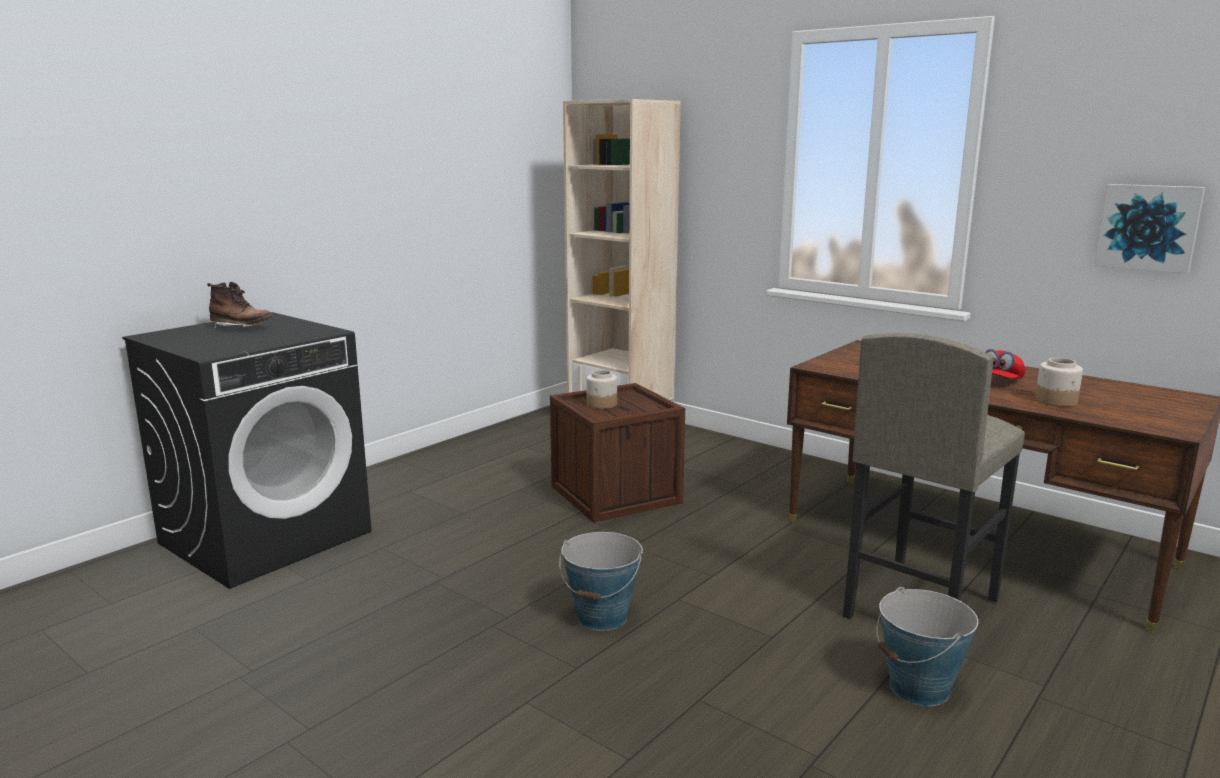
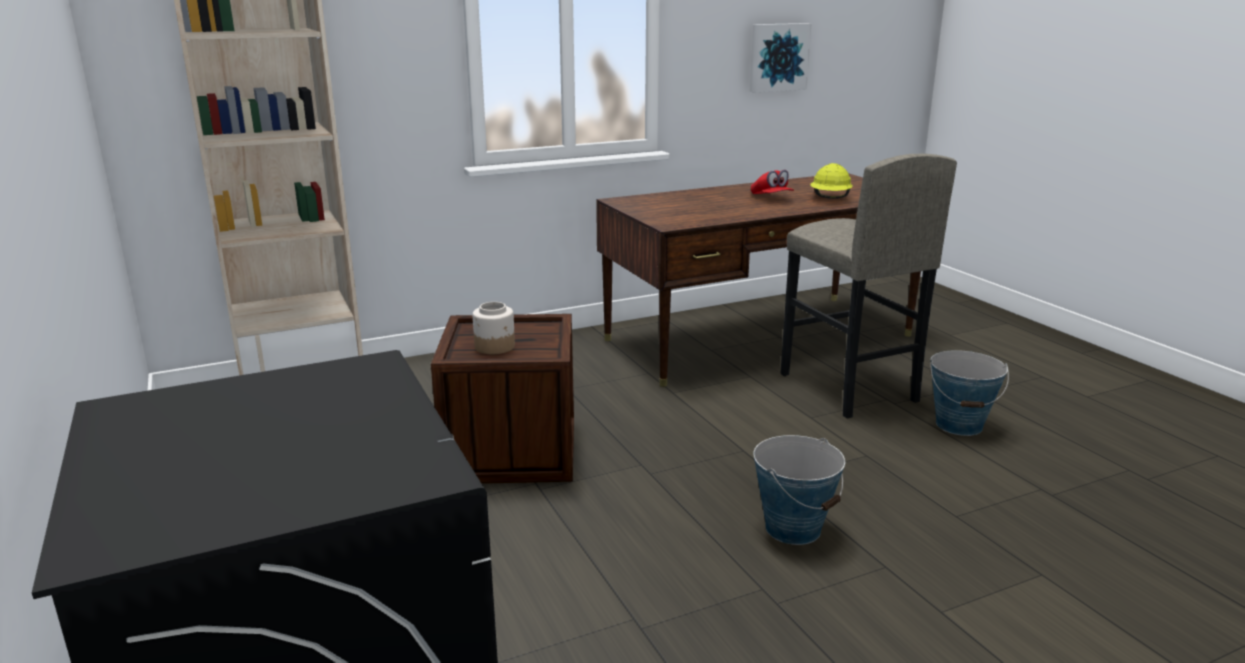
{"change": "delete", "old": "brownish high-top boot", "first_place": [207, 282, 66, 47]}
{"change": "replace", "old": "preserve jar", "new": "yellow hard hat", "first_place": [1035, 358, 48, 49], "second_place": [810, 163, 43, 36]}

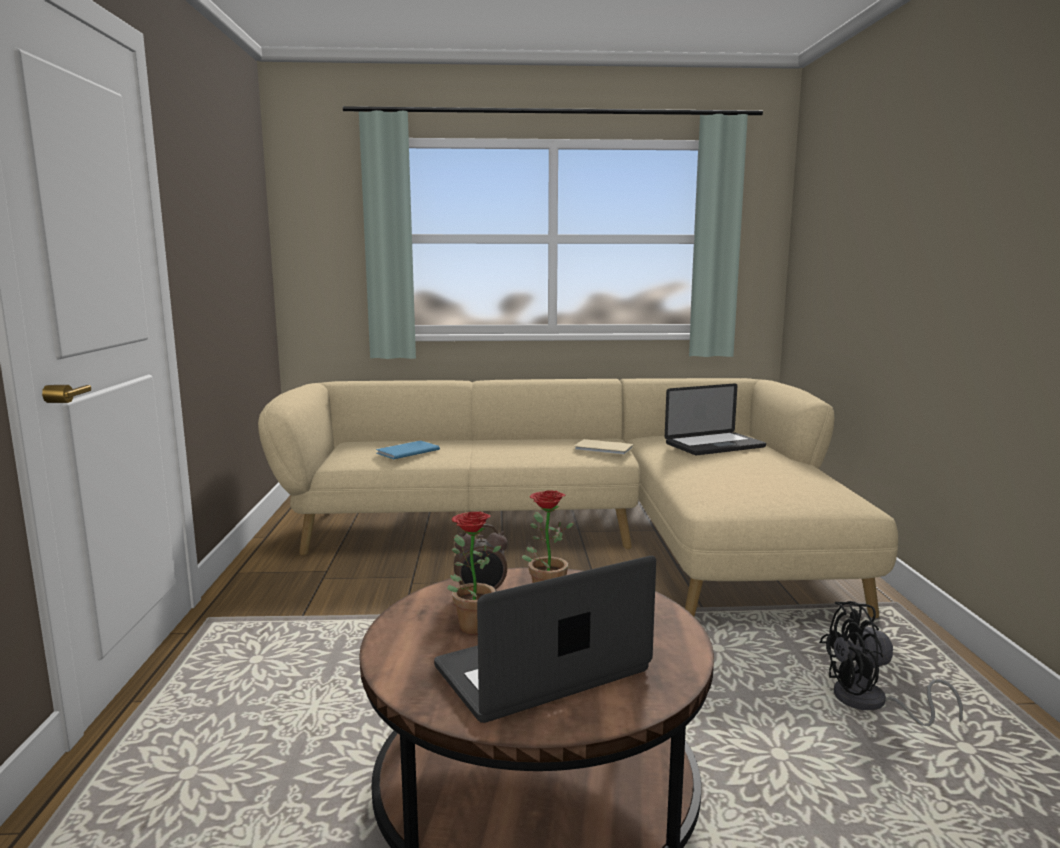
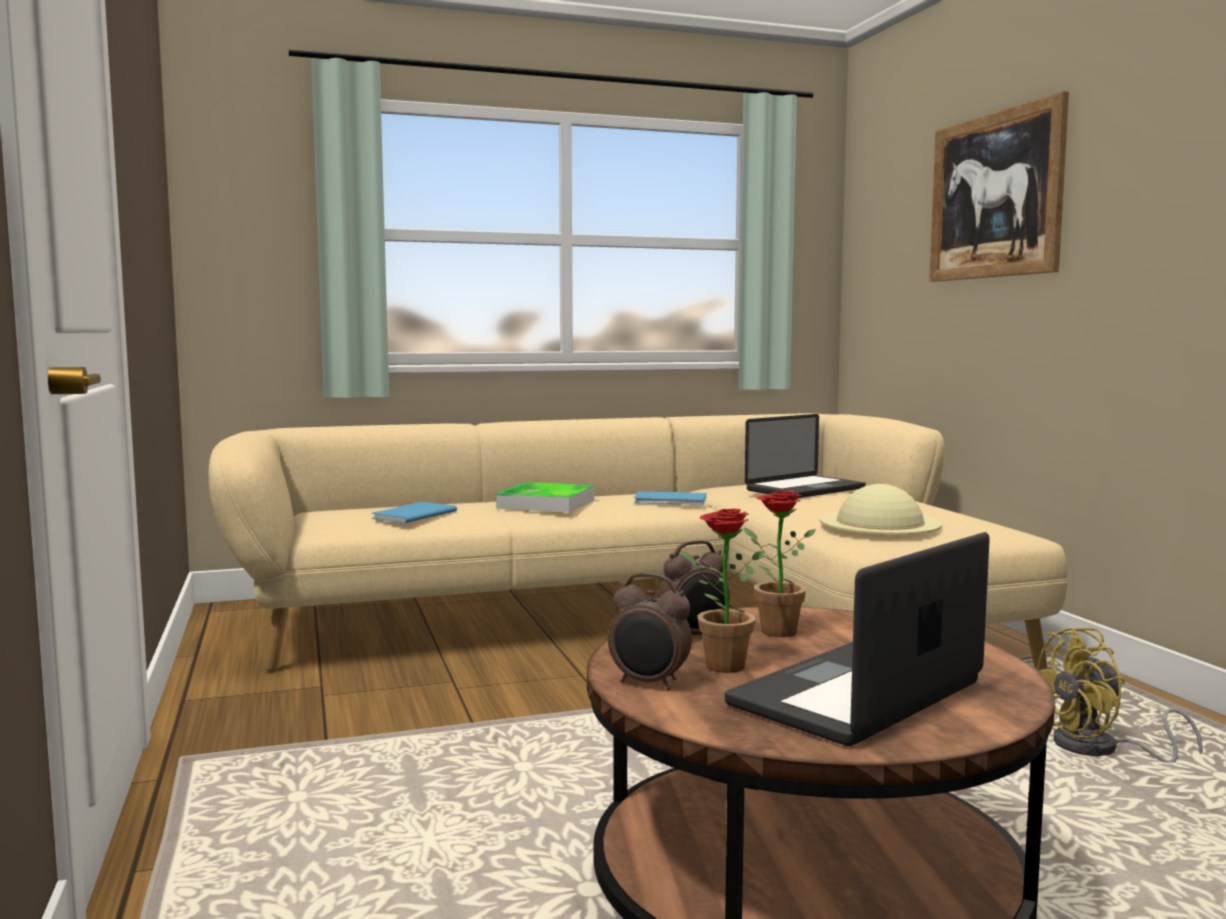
{"change": "insert", "new": "carrying tray", "second_place": [496, 482, 99, 31]}
{"change": "insert", "new": "alarm clock", "second_place": [608, 573, 84, 117]}
{"change": "insert", "new": "beige clothing hat", "second_place": [820, 484, 122, 51]}
{"change": "insert", "new": "picture", "second_place": [929, 91, 140, 191]}
{"change": "recolor", "old": "beige volume", "new": "blue volume", "first_place": [574, 439, 60, 16], "second_place": [634, 491, 72, 14]}
{"change": "recolor", "old": "black-coloured electric fan", "new": "yellow electric fan", "first_place": [819, 601, 144, 125], "second_place": [1036, 628, 167, 135]}

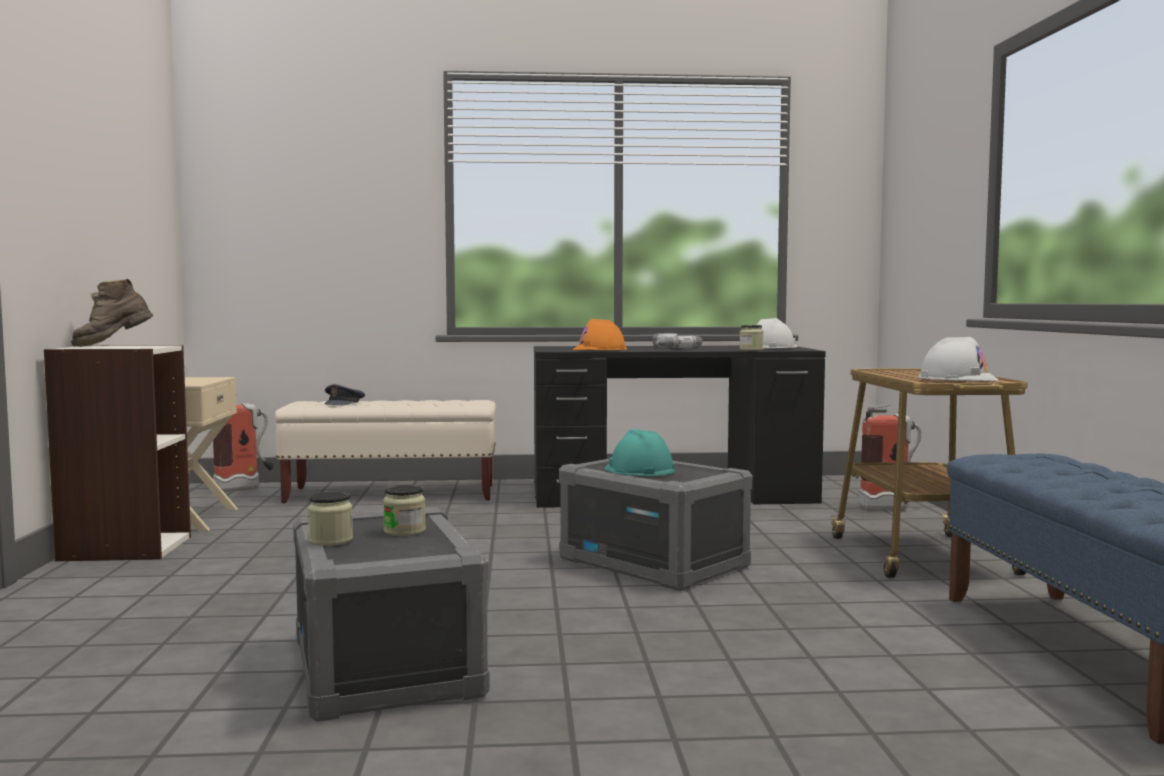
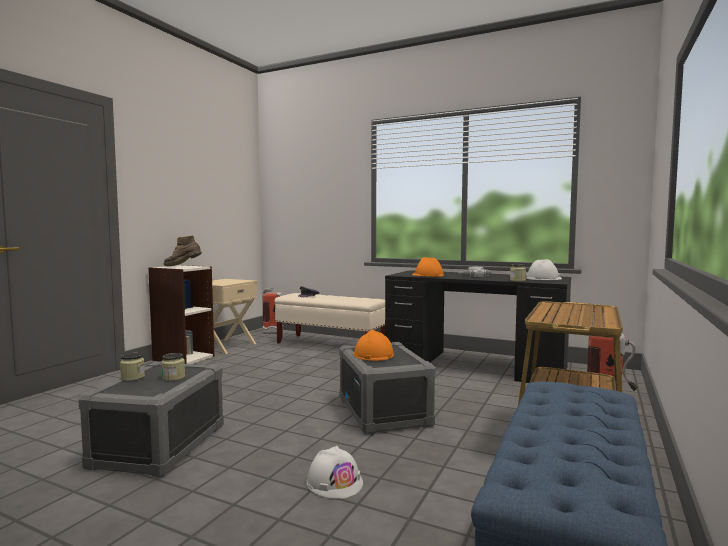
{"change": "move", "old": "whitish hard hat", "first_place": [918, 337, 81, 44], "second_place": [306, 446, 57, 53]}
{"change": "recolor", "old": "blue-green hard hat", "new": "orange hard hat", "first_place": [604, 429, 71, 47], "second_place": [353, 330, 41, 31]}

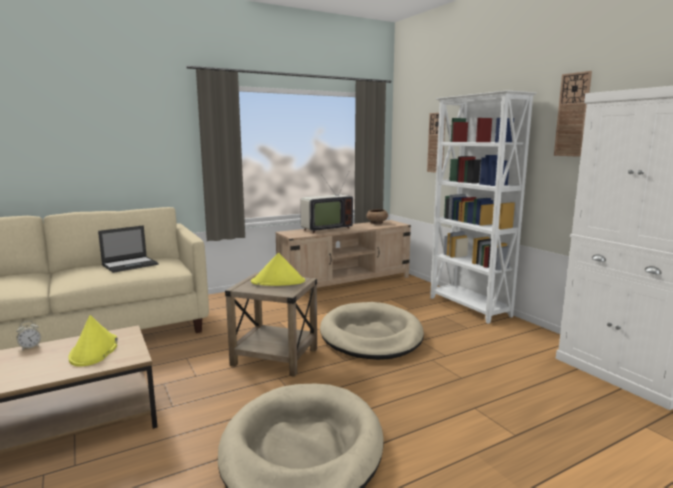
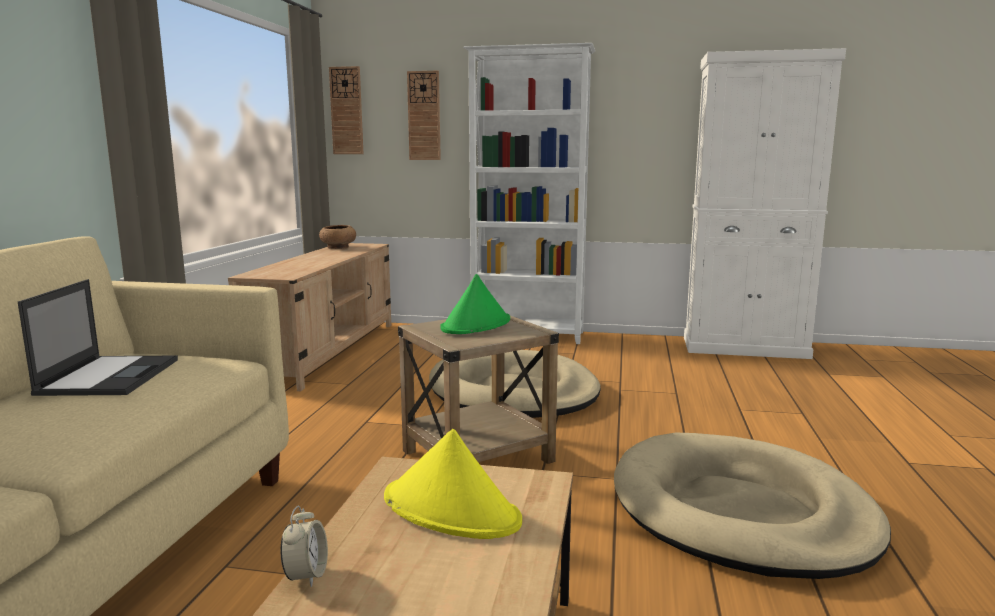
{"change": "delete", "old": "television", "first_place": [300, 172, 53, 61]}
{"change": "move", "old": "wall clock", "first_place": [554, 71, 38, 86], "second_place": [329, 66, 34, 88]}
{"change": "recolor", "old": "yellow clothing hat", "new": "greenish clothing hat", "first_place": [251, 253, 54, 33], "second_place": [440, 274, 70, 60]}

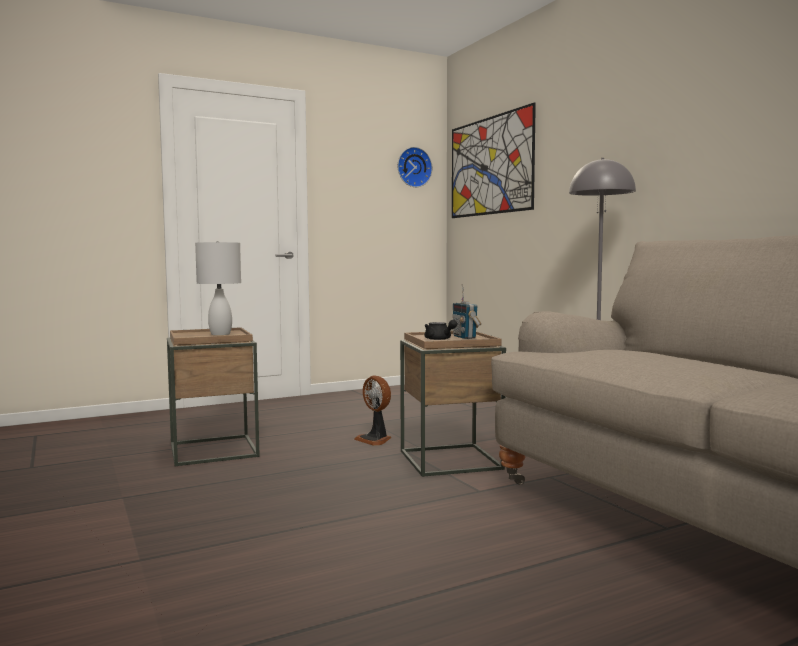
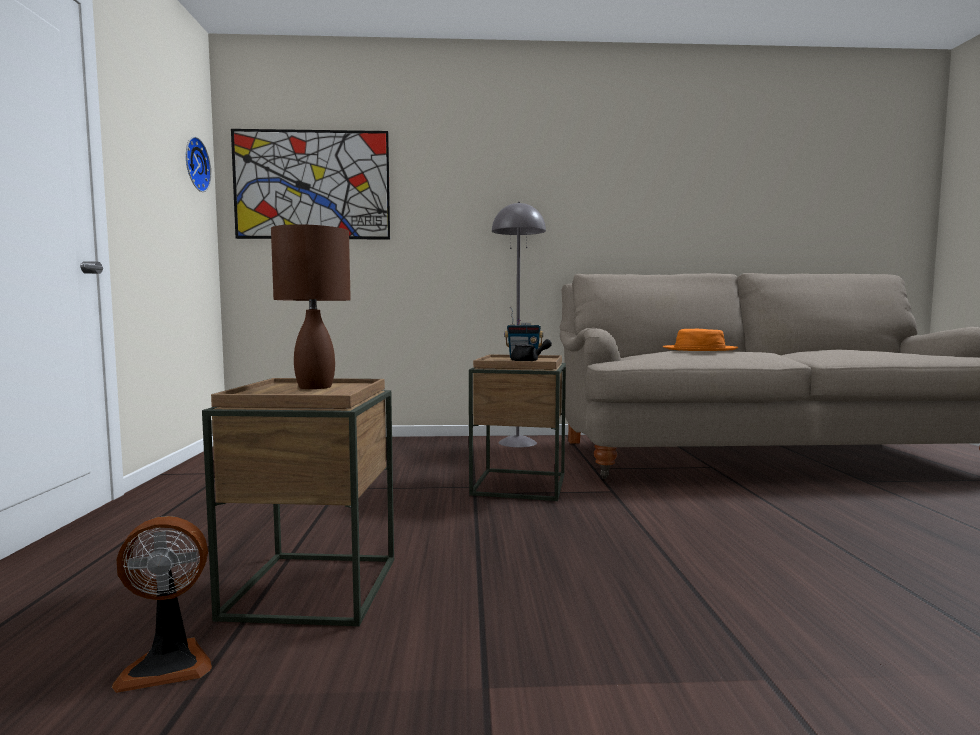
{"change": "insert", "new": "orange clothing hat", "second_place": [663, 329, 75, 22]}
{"change": "move", "old": "electric fan", "first_place": [354, 375, 37, 71], "second_place": [112, 516, 100, 177]}
{"change": "recolor", "old": "whitish tabletop lamp", "new": "brownish tabletop lamp", "first_place": [195, 241, 46, 94], "second_place": [271, 224, 80, 165]}

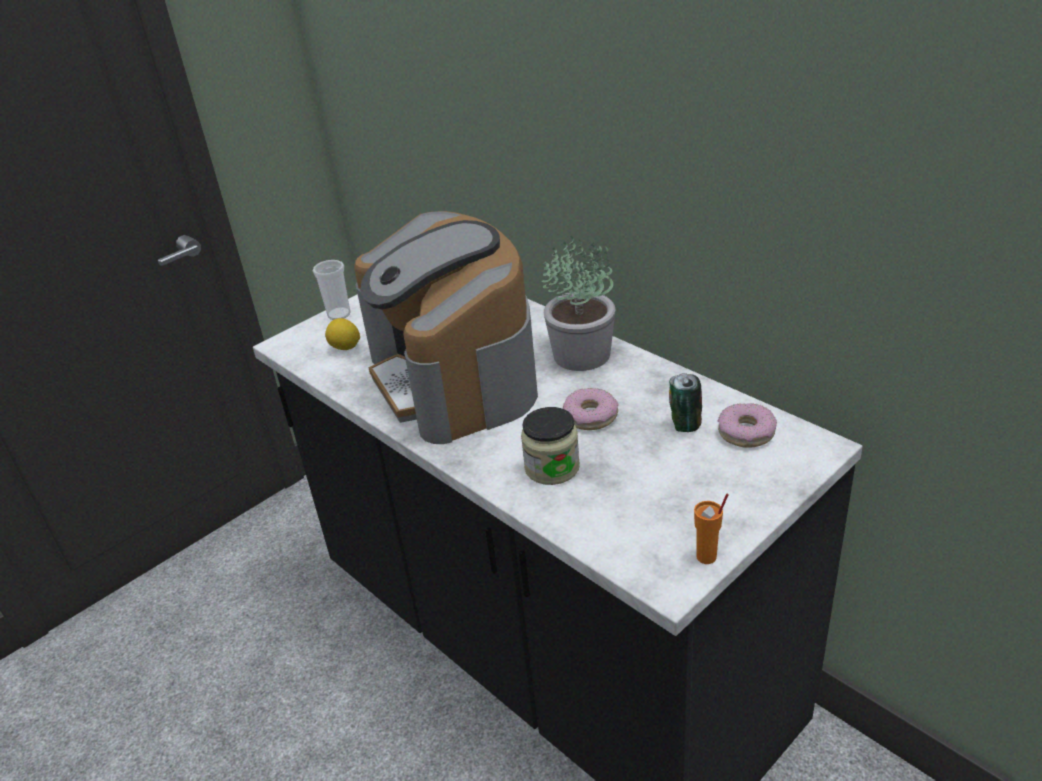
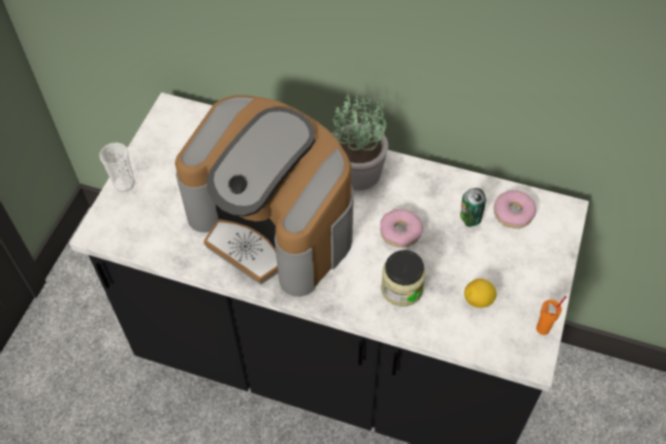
{"change": "move", "old": "lemon", "first_place": [325, 318, 35, 32], "second_place": [464, 278, 33, 30]}

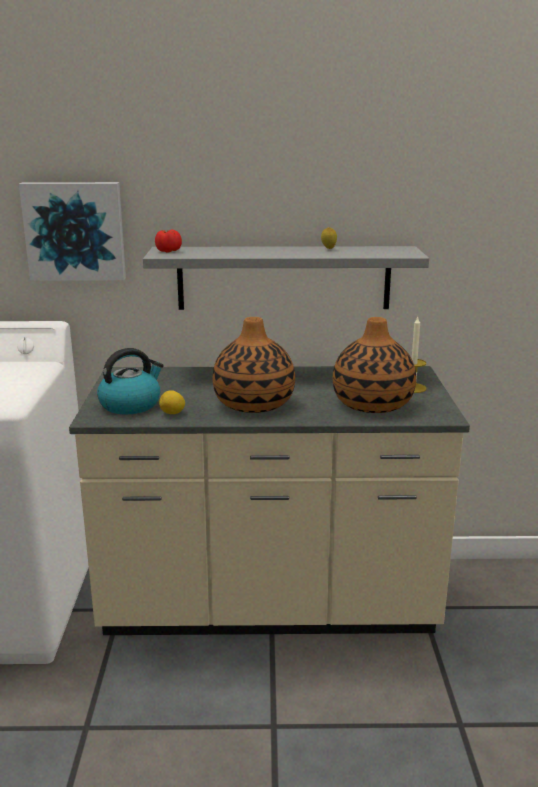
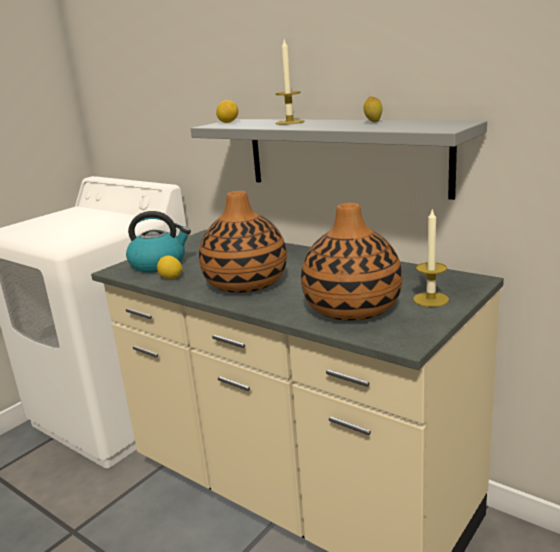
{"change": "delete", "old": "picture", "first_place": [19, 182, 107, 99]}
{"change": "insert", "new": "wax light", "second_place": [275, 40, 29, 85]}
{"change": "replace", "old": "fresh tomato", "new": "lemon", "first_place": [155, 229, 27, 24], "second_place": [216, 100, 22, 23]}

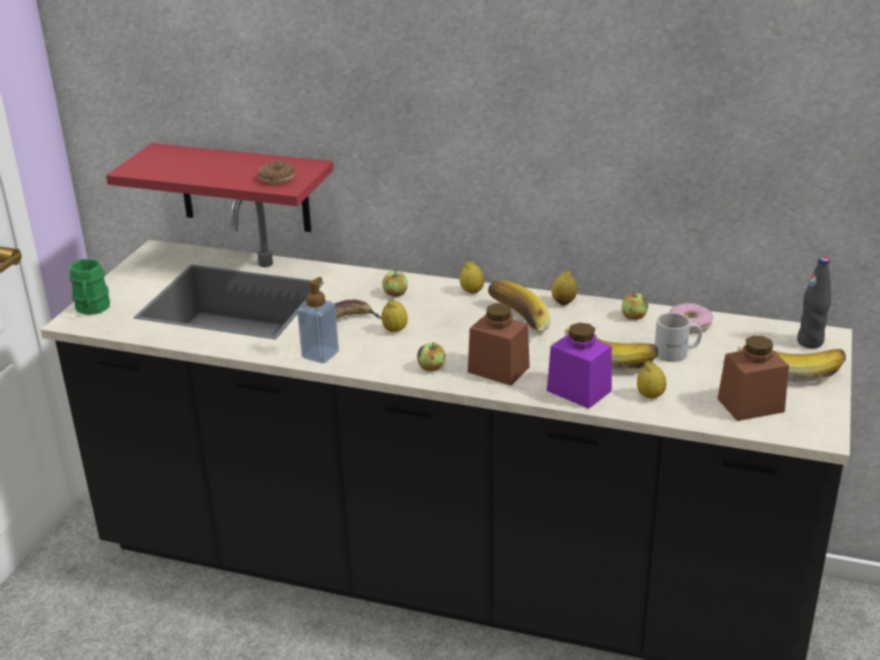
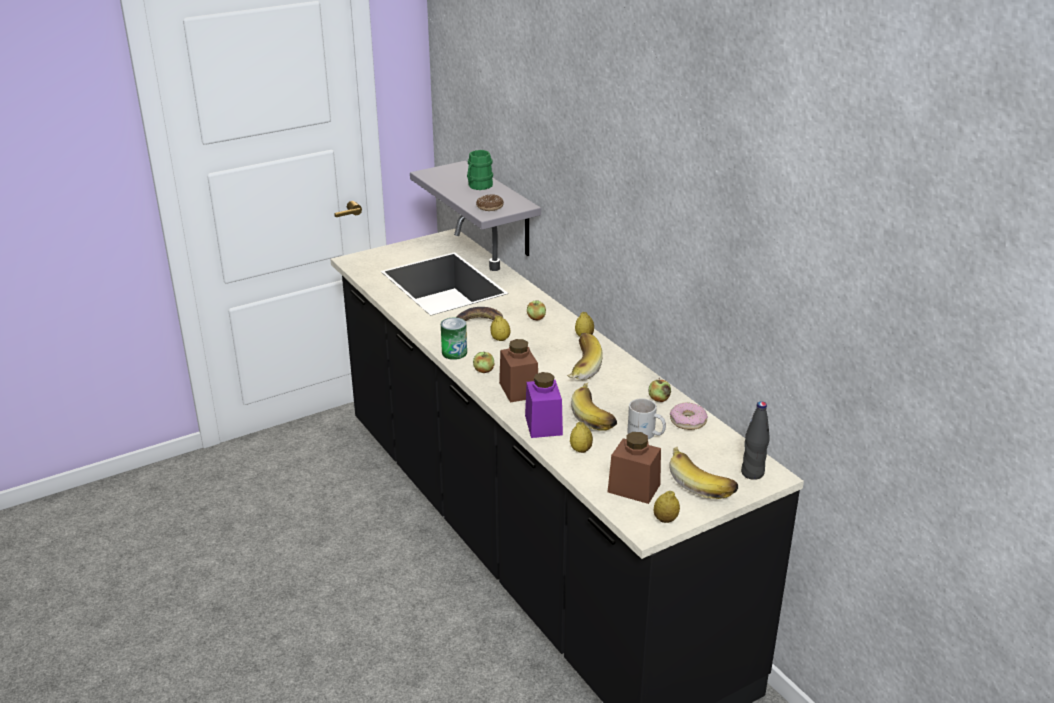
{"change": "delete", "old": "liquid soap bottle", "first_place": [297, 277, 42, 86]}
{"change": "insert", "new": "sealed can", "second_place": [441, 317, 26, 43]}
{"change": "move", "old": "greenish tea mug", "first_place": [69, 258, 41, 57], "second_place": [467, 150, 26, 40]}
{"change": "move", "old": "lemon", "first_place": [552, 271, 25, 34], "second_place": [654, 491, 26, 32]}
{"change": "recolor", "old": "red-coloured shelf", "new": "grey shelf", "first_place": [106, 143, 227, 89], "second_place": [410, 161, 131, 95]}

